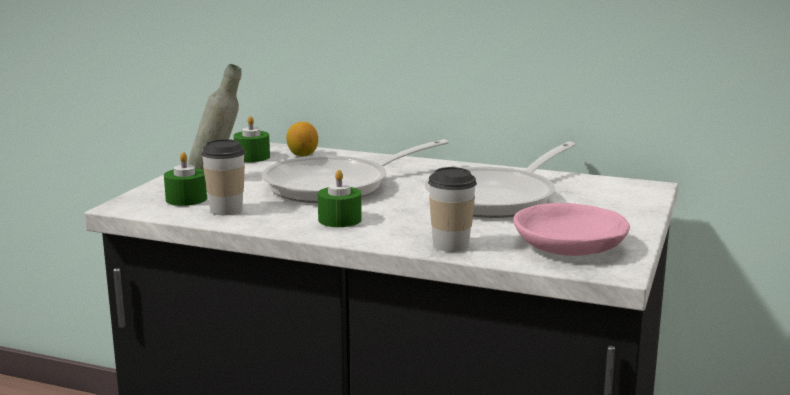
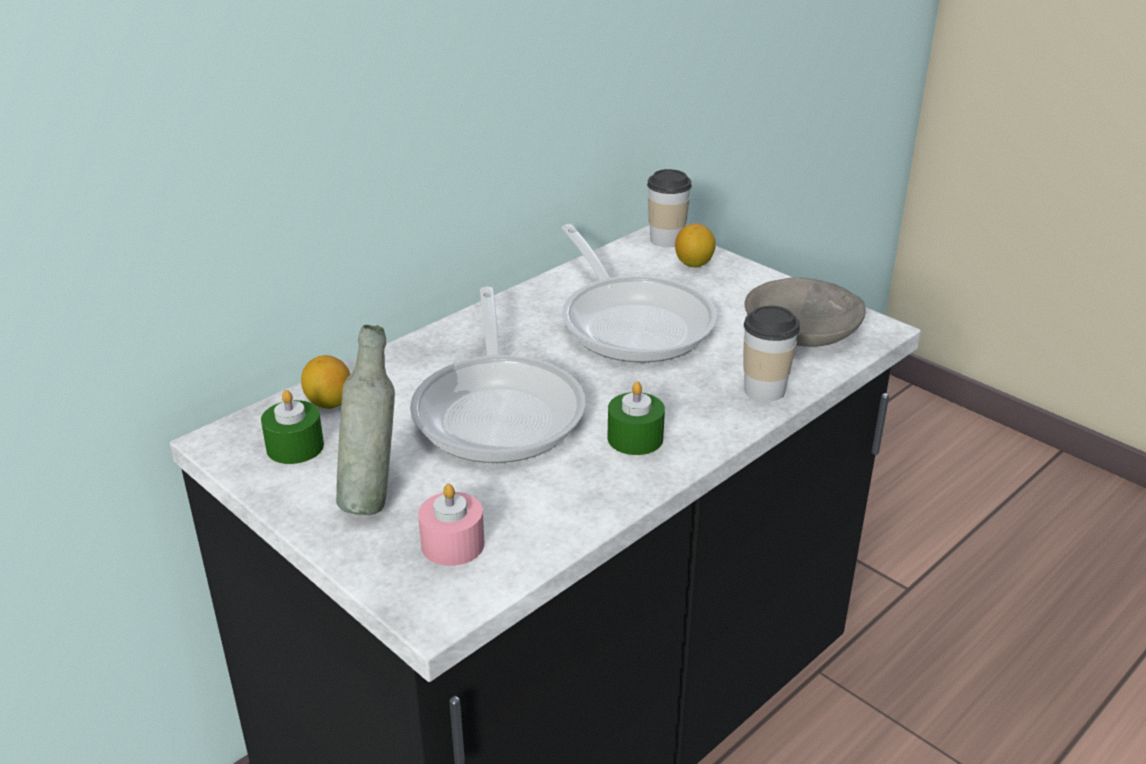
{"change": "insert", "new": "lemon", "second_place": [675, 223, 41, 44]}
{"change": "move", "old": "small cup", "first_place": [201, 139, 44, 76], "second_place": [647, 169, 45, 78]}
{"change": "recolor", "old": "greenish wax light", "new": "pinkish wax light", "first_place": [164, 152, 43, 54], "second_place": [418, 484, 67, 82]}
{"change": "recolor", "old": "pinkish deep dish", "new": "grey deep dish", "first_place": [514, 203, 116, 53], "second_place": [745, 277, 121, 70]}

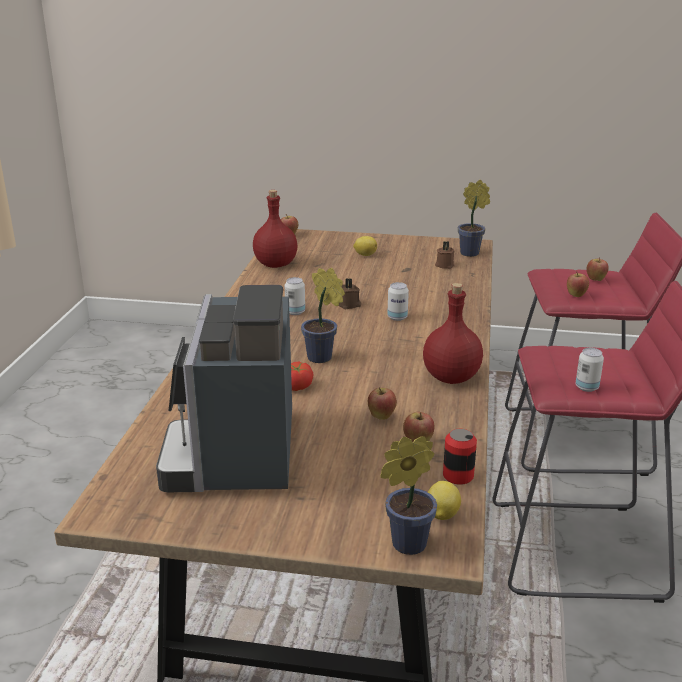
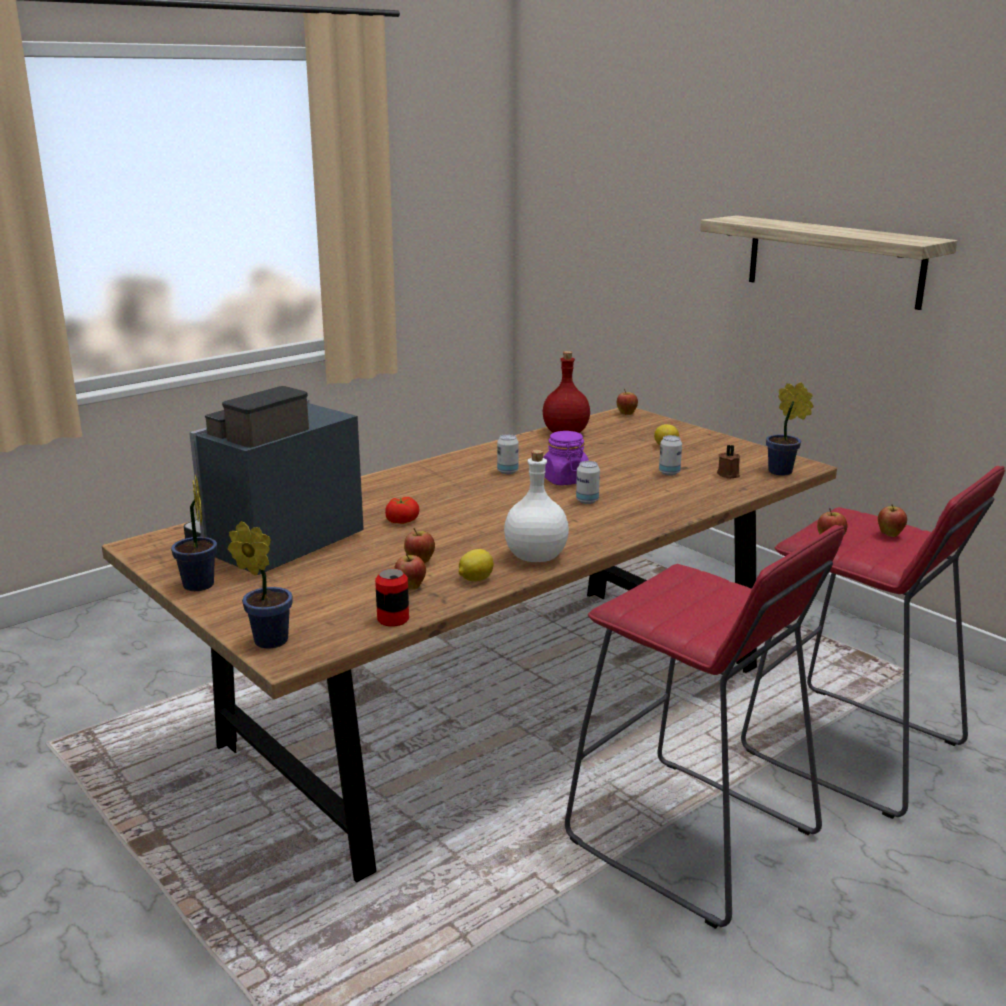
{"change": "insert", "new": "shelf", "second_place": [700, 215, 257, 95]}
{"change": "move", "old": "plant in a pot", "first_place": [301, 268, 44, 95], "second_place": [171, 475, 46, 116]}
{"change": "move", "old": "lemon", "first_place": [428, 481, 33, 39], "second_place": [459, 549, 35, 32]}
{"change": "move", "old": "sealed can", "first_place": [575, 348, 29, 44], "second_place": [659, 435, 23, 41]}
{"change": "replace", "old": "brownish wax light", "new": "purple-coloured preserve jar", "first_place": [338, 278, 23, 32], "second_place": [543, 431, 46, 54]}
{"change": "recolor", "old": "red-coloured drink bottle", "new": "whitish drink bottle", "first_place": [423, 283, 60, 101], "second_place": [504, 450, 65, 112]}

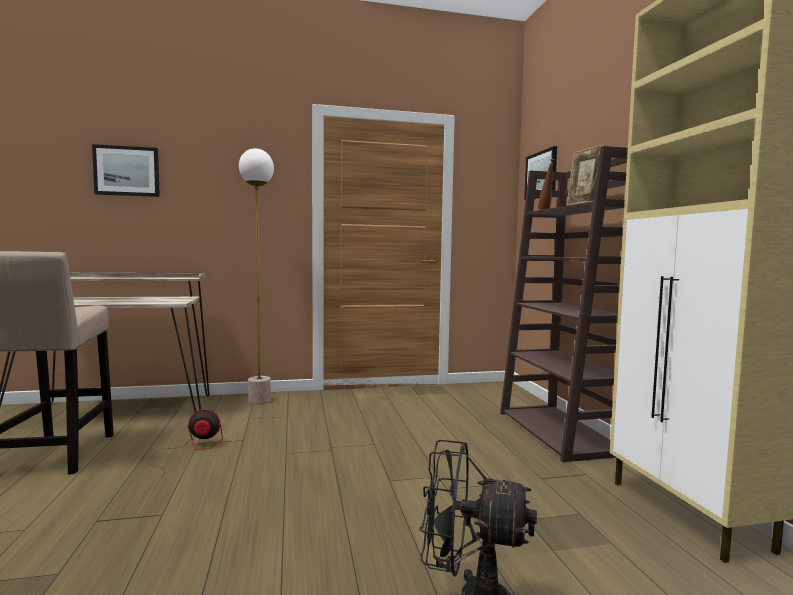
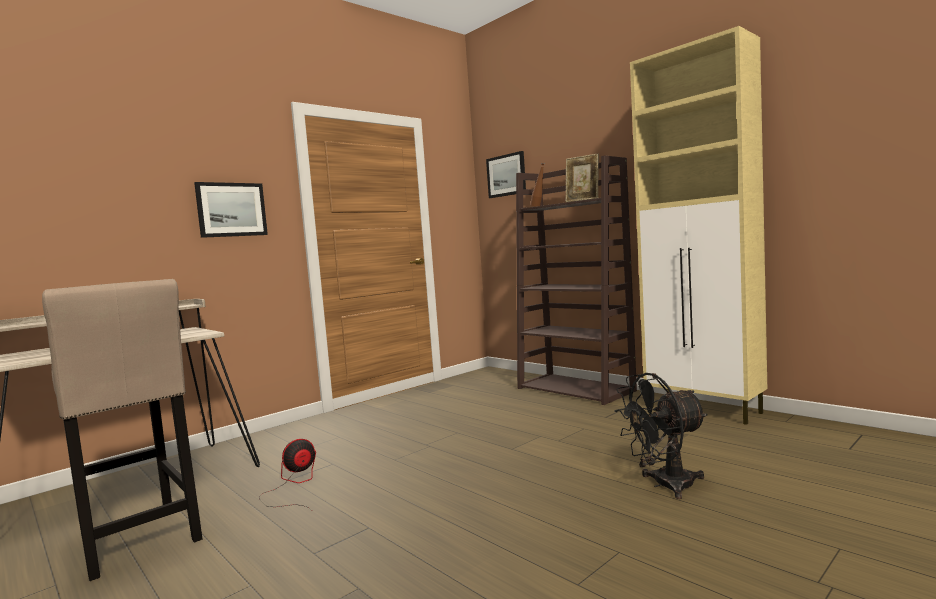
{"change": "delete", "old": "floor lamp", "first_place": [239, 148, 35, 257]}
{"change": "move", "old": "picture", "first_place": [92, 144, 68, 53], "second_place": [194, 182, 74, 56]}

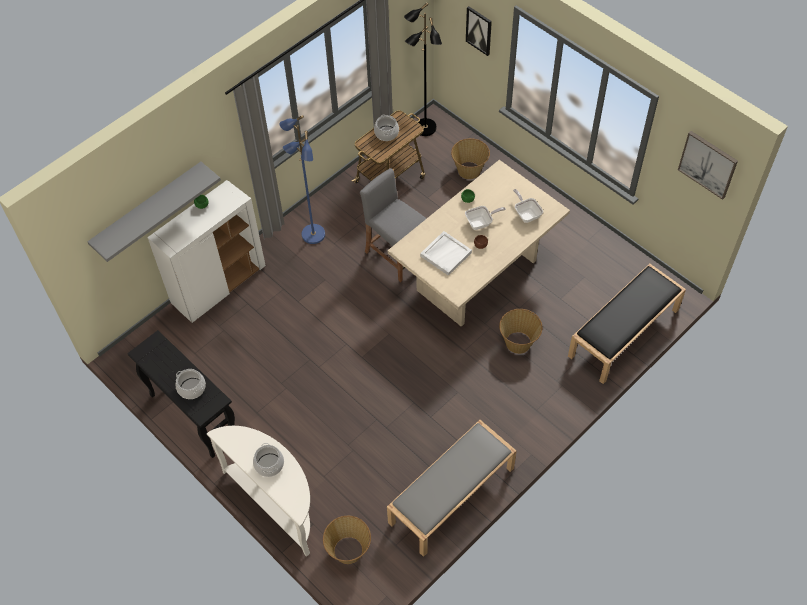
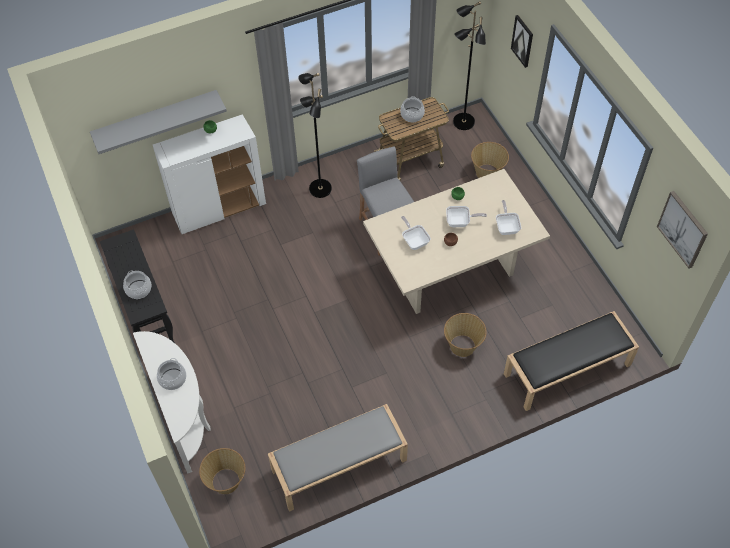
{"change": "replace", "old": "whitish carrying tray", "new": "pan", "first_place": [420, 231, 52, 45], "second_place": [401, 216, 30, 34]}
{"change": "recolor", "old": "blue floor lamp", "new": "black-coloured floor lamp", "first_place": [280, 115, 45, 129], "second_place": [298, 73, 34, 125]}

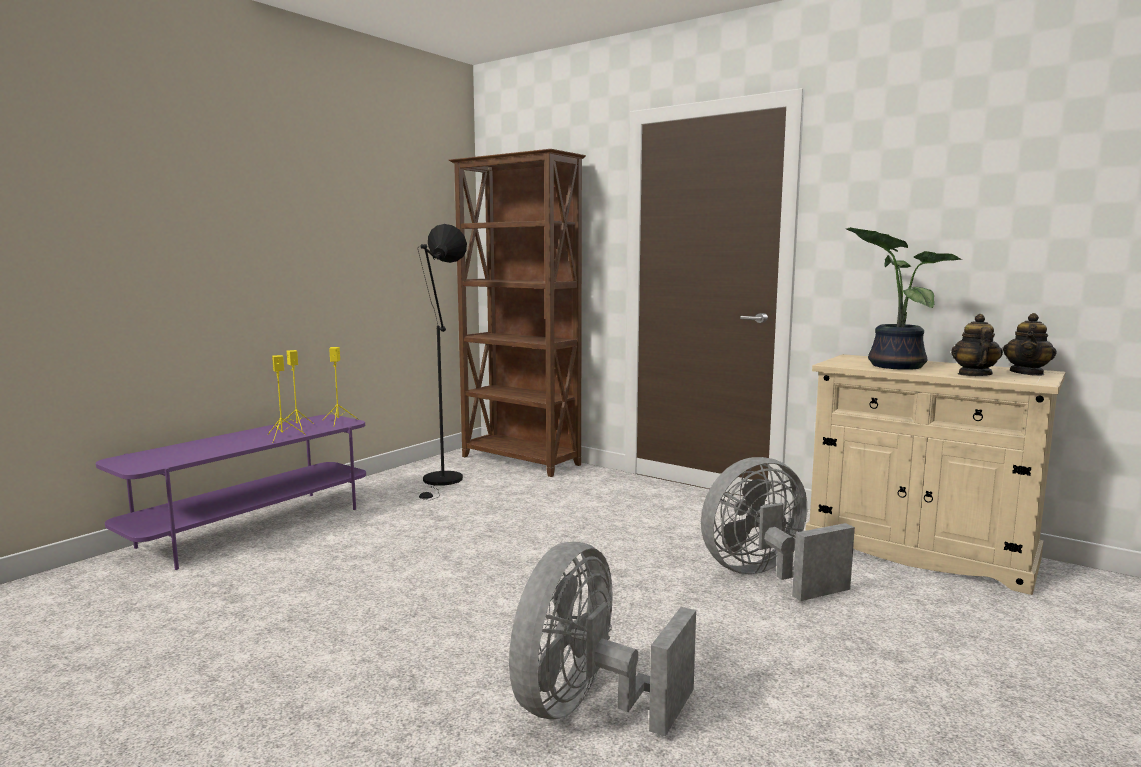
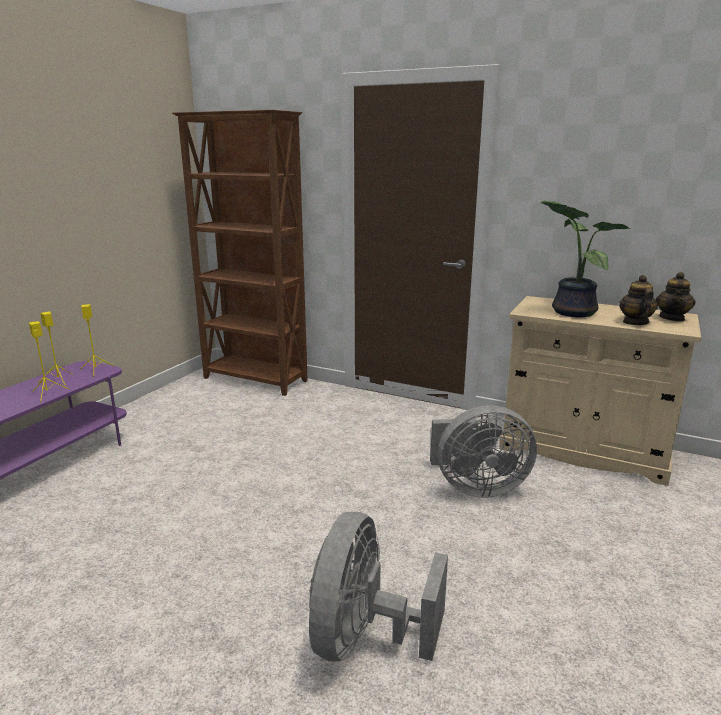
{"change": "delete", "old": "black-coloured floor lamp", "first_place": [418, 224, 49, 276]}
{"change": "rotate", "old": "grey electric fan", "first_place": [701, 457, 154, 144], "second_place": [430, 405, 107, 93], "degrees": -150}

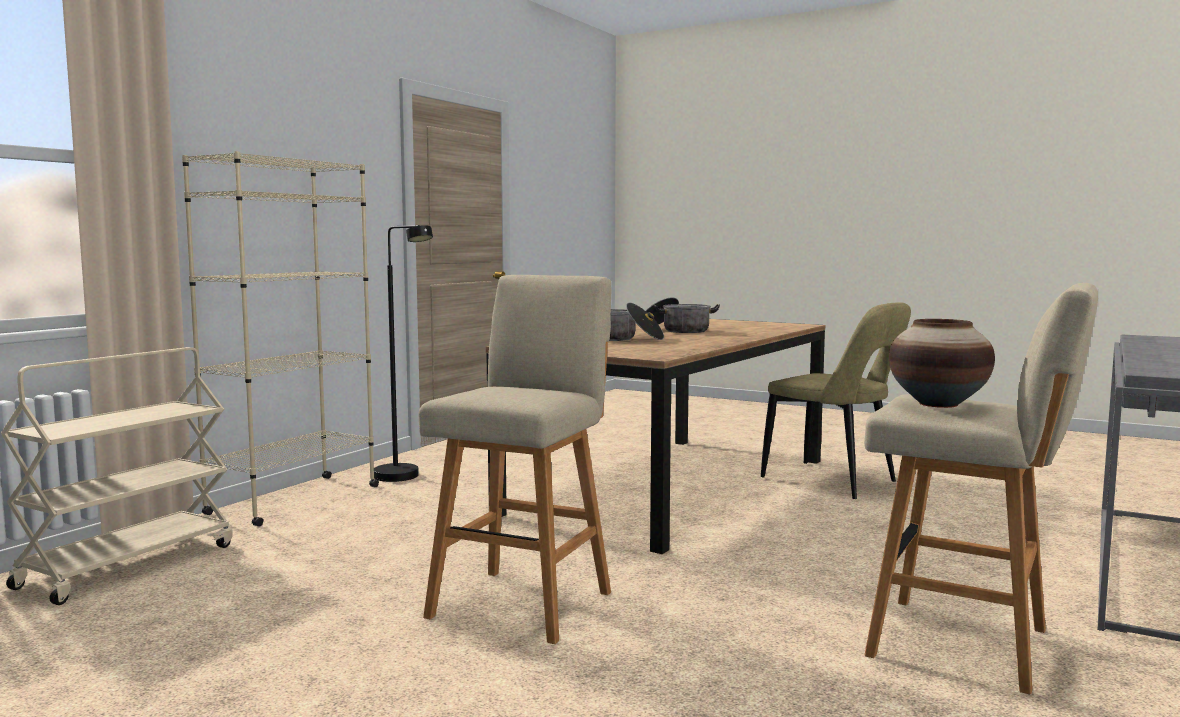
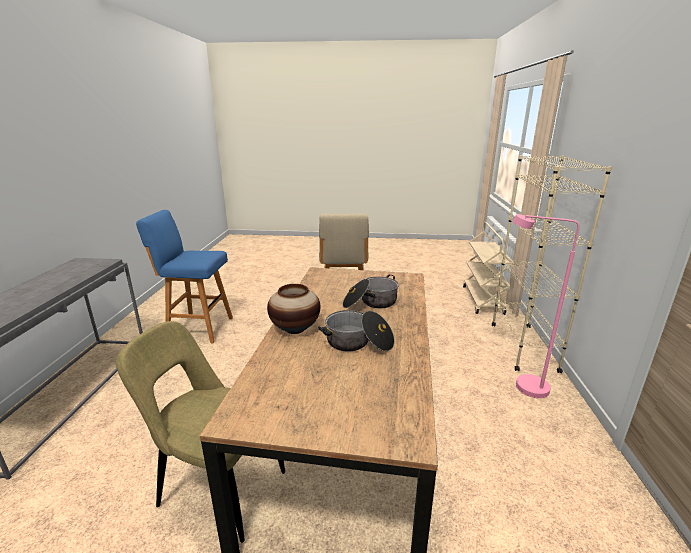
{"change": "move", "old": "decorative vase", "first_place": [889, 319, 106, 89], "second_place": [267, 284, 53, 50]}
{"change": "recolor", "old": "black-coloured floor lamp", "new": "pinkish floor lamp", "first_place": [374, 225, 59, 257], "second_place": [513, 214, 66, 184]}
{"change": "recolor", "old": "beige stool", "new": "blue stool", "first_place": [864, 283, 234, 412], "second_place": [136, 210, 97, 133]}

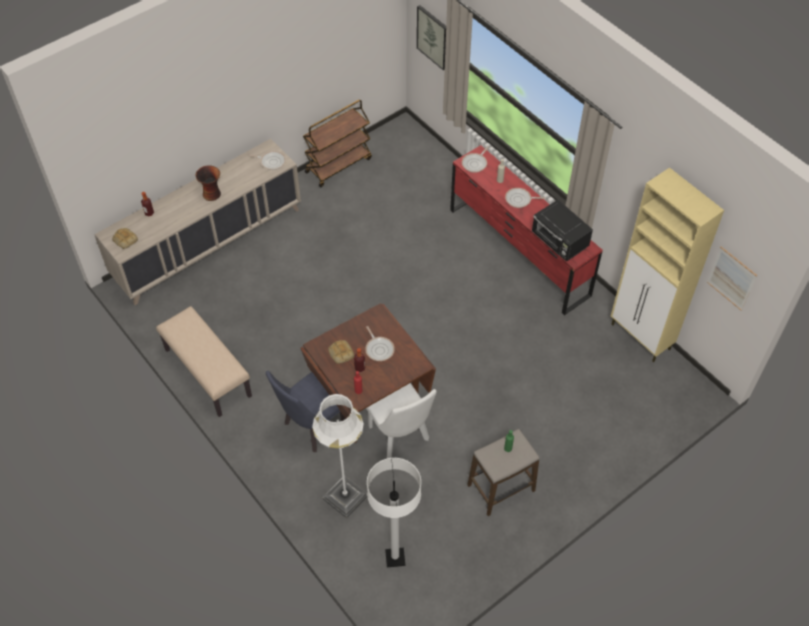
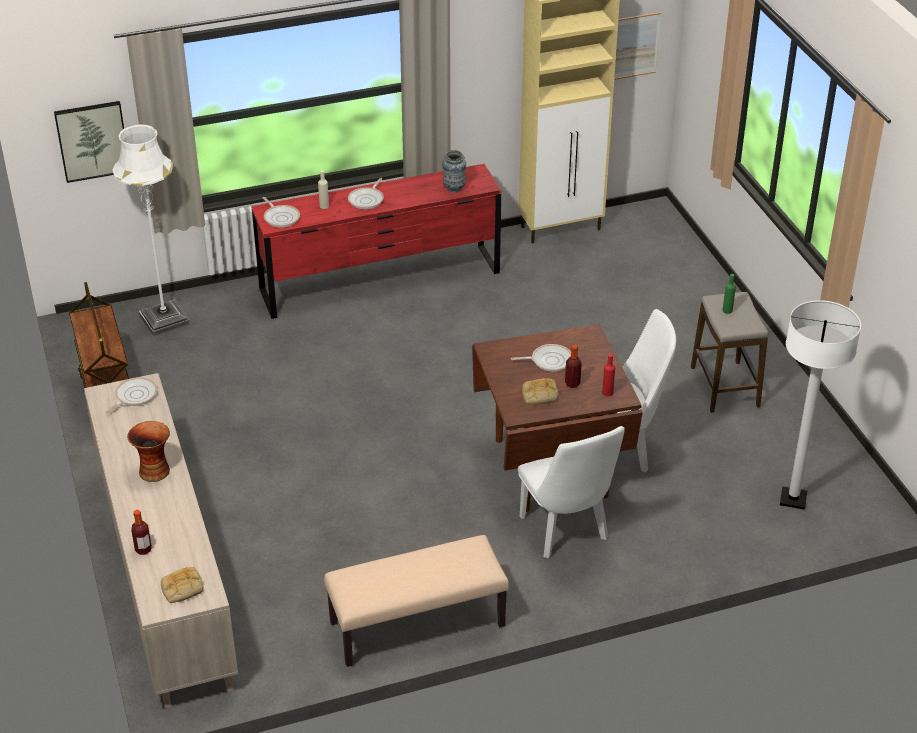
{"change": "move", "old": "whitish floor lamp", "first_place": [312, 394, 55, 125], "second_place": [113, 124, 77, 212]}
{"change": "replace", "old": "black-coloured microwave oven", "new": "decorative vase", "first_place": [532, 200, 61, 61], "second_place": [442, 150, 24, 43]}
{"change": "recolor", "old": "blue upright chair", "new": "whitish upright chair", "first_place": [266, 371, 80, 81], "second_place": [518, 426, 107, 132]}

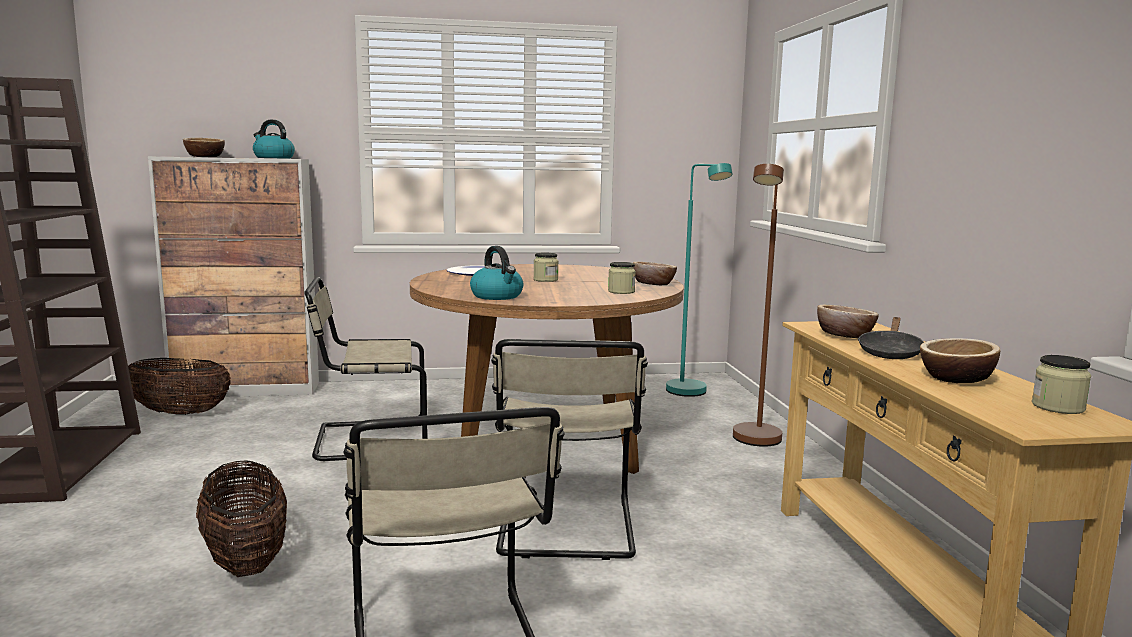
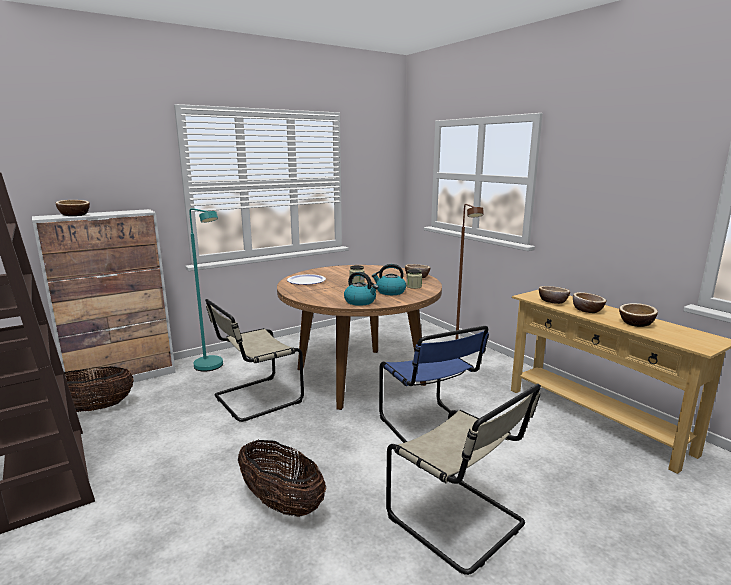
{"change": "delete", "old": "preserve jar", "first_place": [1032, 355, 59, 59]}
{"change": "move", "old": "kettle", "first_place": [253, 120, 42, 39], "second_place": [372, 264, 34, 31]}
{"change": "move", "old": "blue-green floor lamp", "first_place": [666, 163, 67, 234], "second_place": [189, 208, 34, 164]}
{"change": "replace", "old": "black-coloured pan", "new": "deep dish", "first_place": [858, 317, 66, 42], "second_place": [573, 292, 34, 21]}
{"change": "recolor", "old": "beige upright chair", "new": "blue upright chair", "first_place": [491, 339, 157, 221], "second_place": [379, 326, 110, 117]}

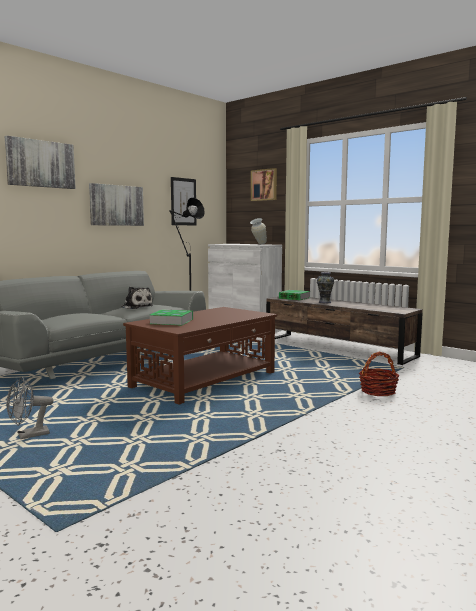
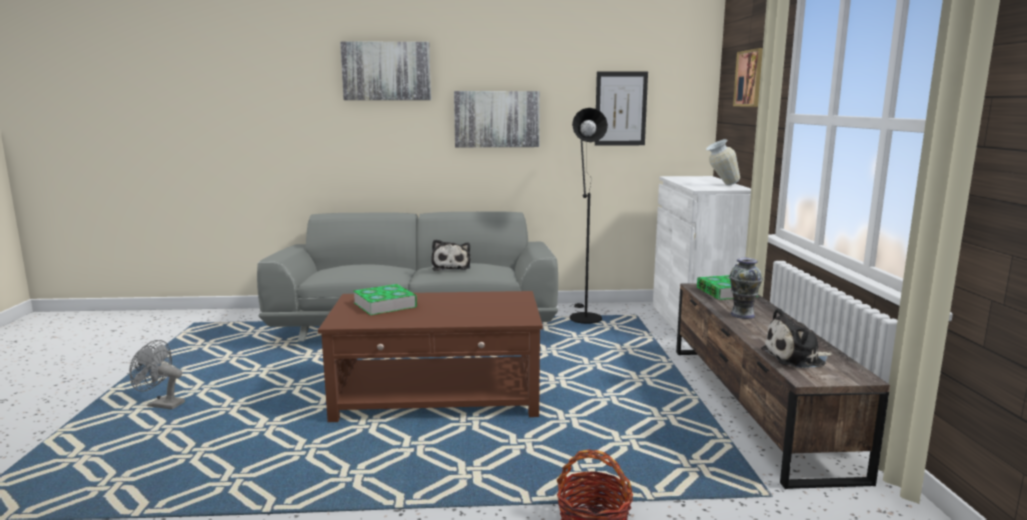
{"change": "insert", "new": "soft toy", "second_place": [761, 308, 72, 60]}

